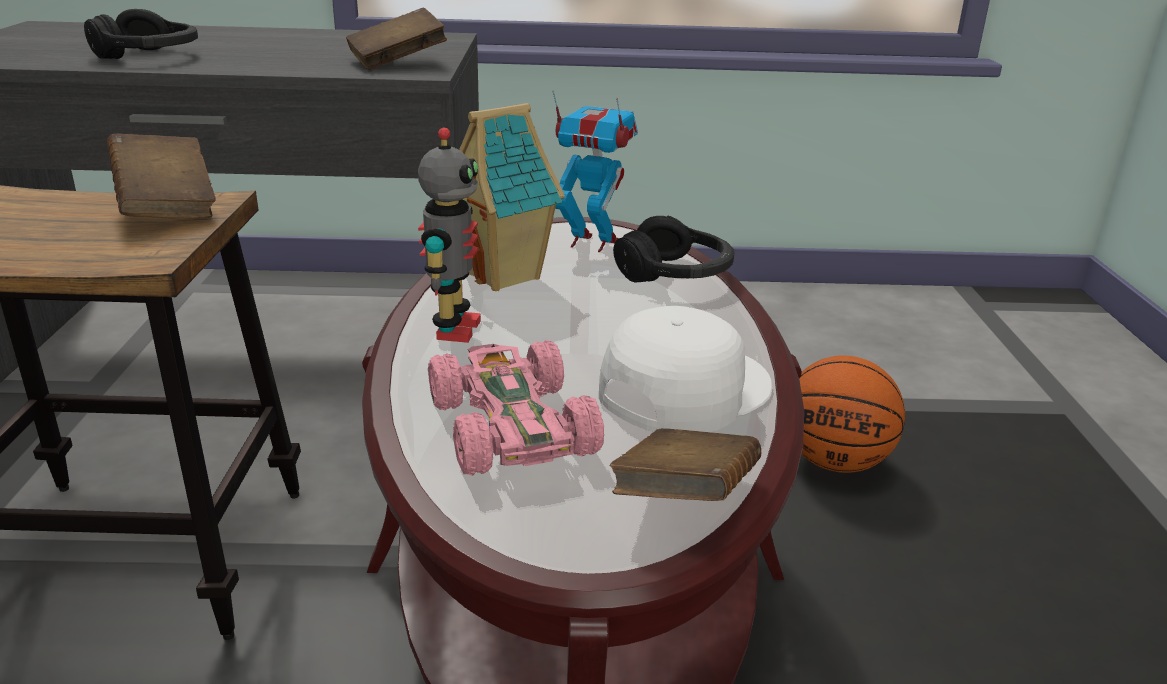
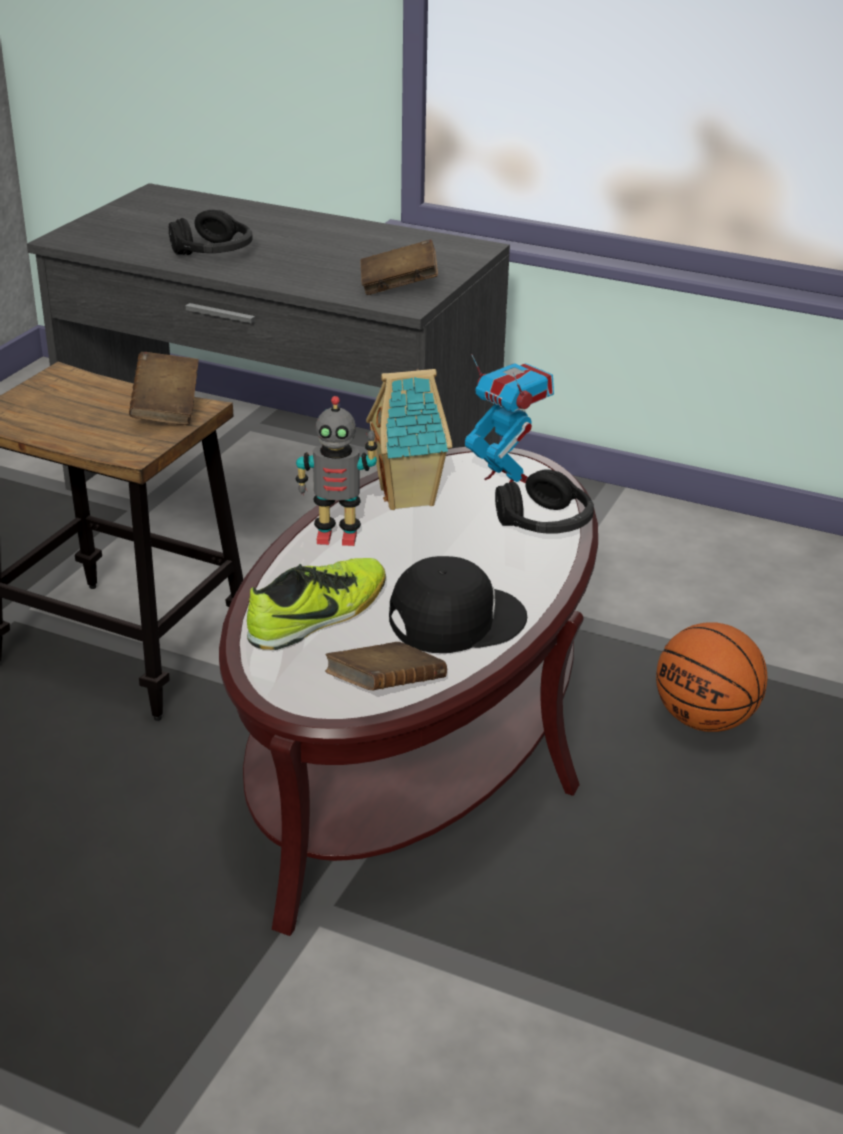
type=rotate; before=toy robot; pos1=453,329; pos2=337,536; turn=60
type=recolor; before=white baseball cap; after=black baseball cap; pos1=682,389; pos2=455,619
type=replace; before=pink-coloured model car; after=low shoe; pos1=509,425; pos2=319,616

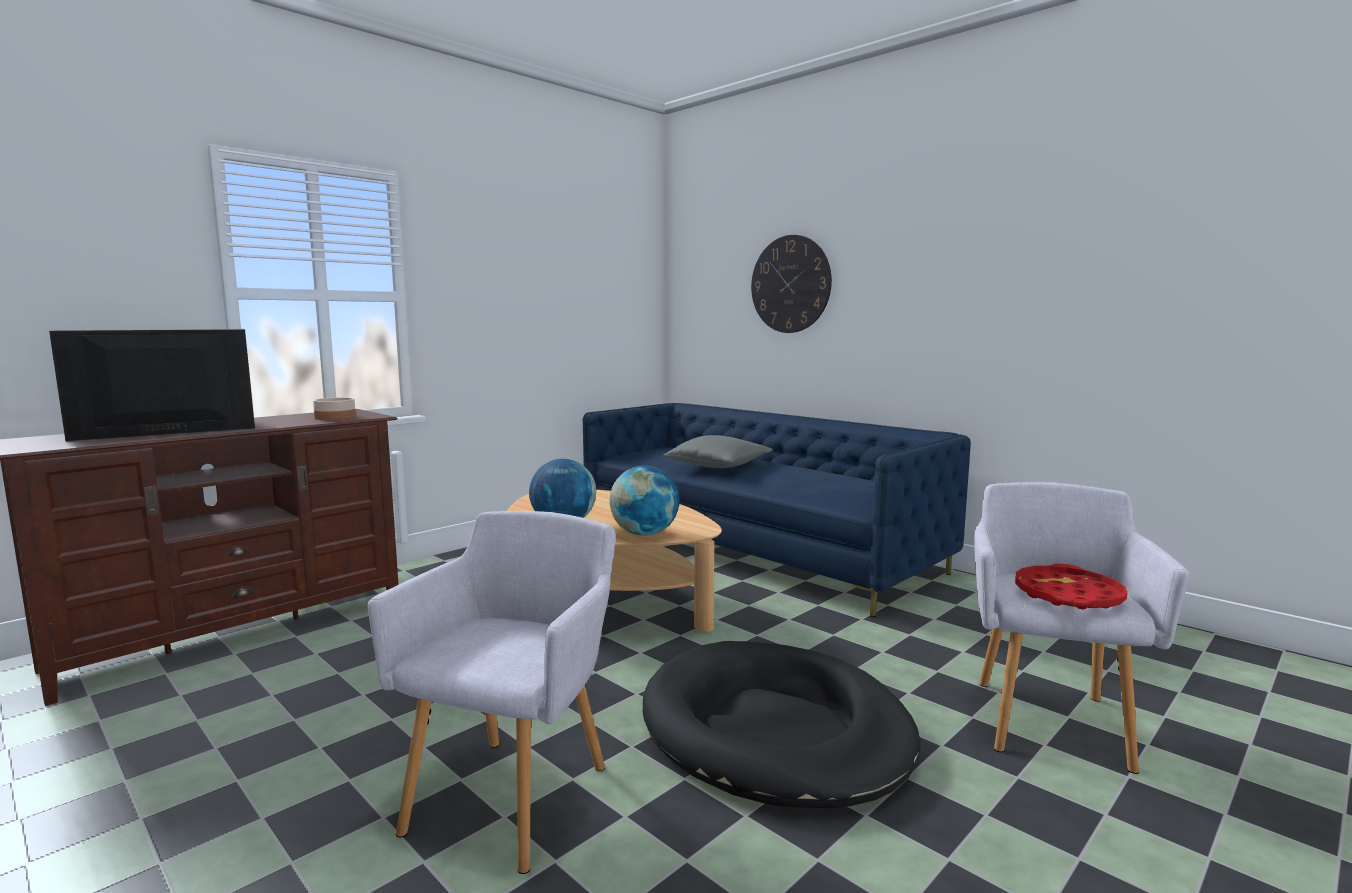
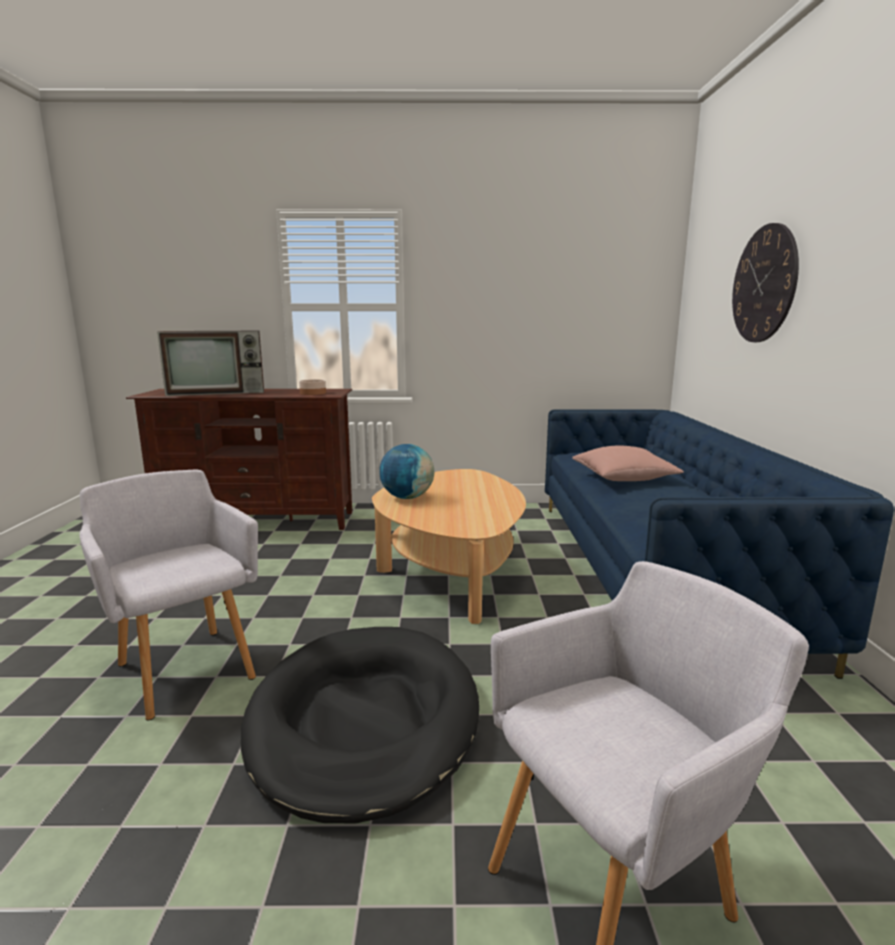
type=rotate; before=television; pos1=163,431; pos2=219,392; turn=150
type=recolor; before=gray cushion; after=pink-coloured cushion; pos1=718,465; pos2=623,478
type=delete; before=world globe; pos1=644,534
type=rotate; before=gray easy chair; pos1=515,792; pos2=184,666; turn=-105
type=delete; before=red carrying tray; pos1=1067,596

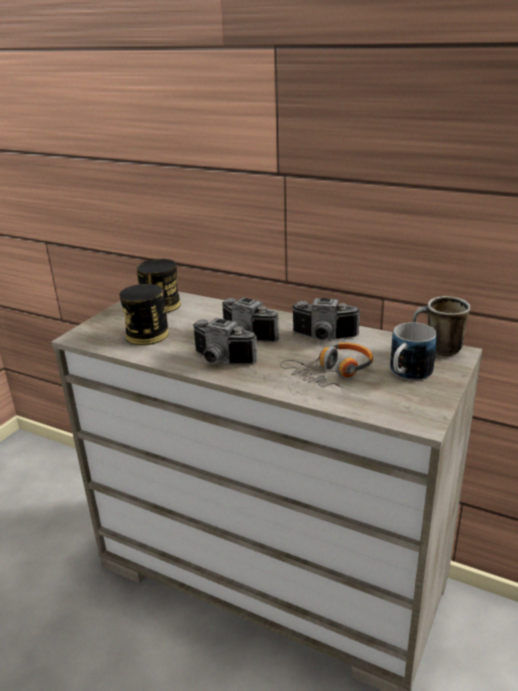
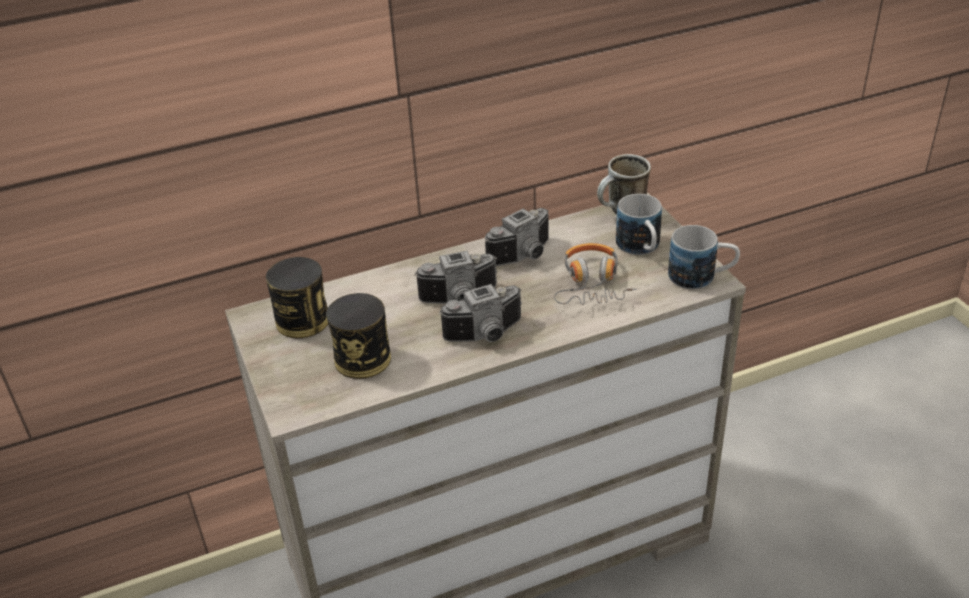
type=insert; after=mug; pos2=701,277

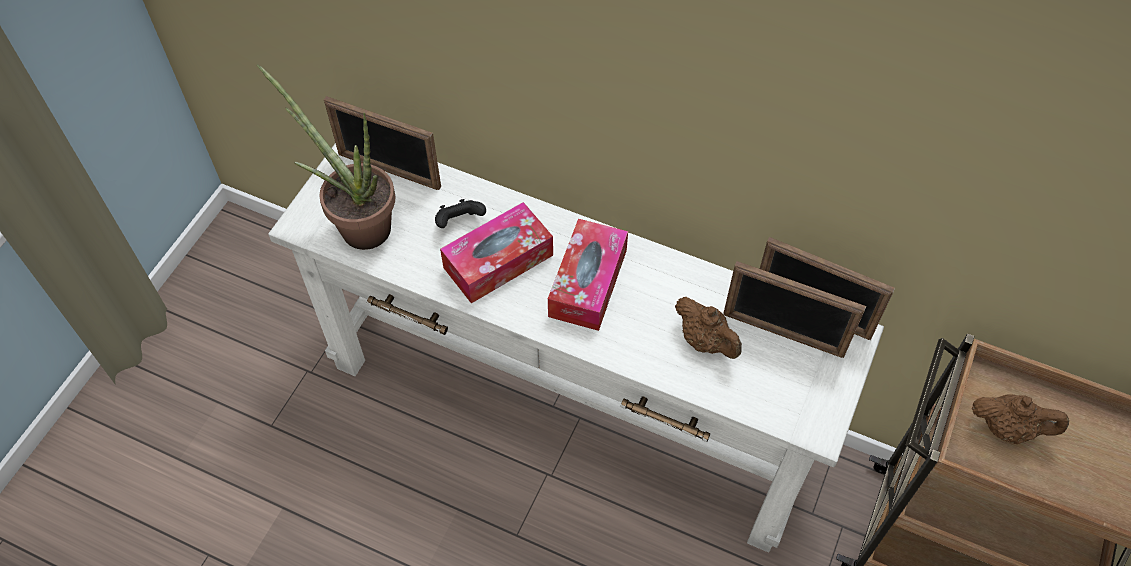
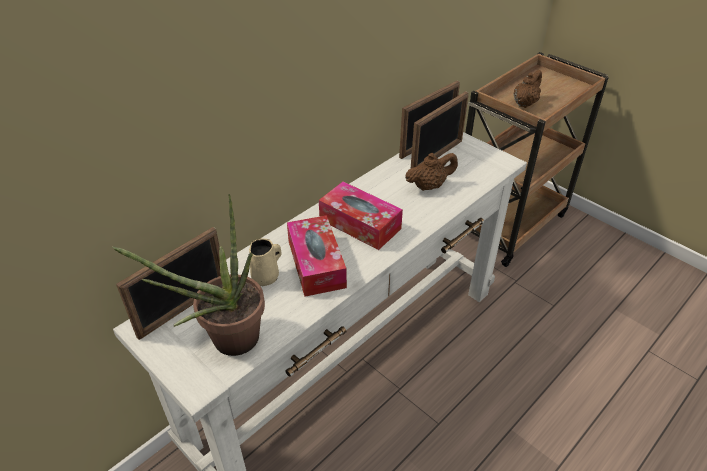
type=replace; before=black game controller; after=beige mug; pos1=460,222; pos2=267,277

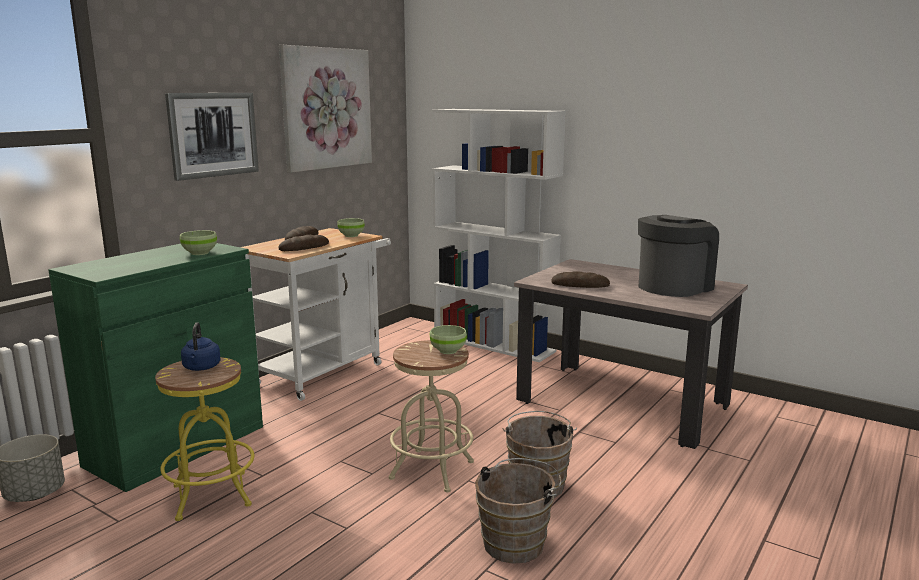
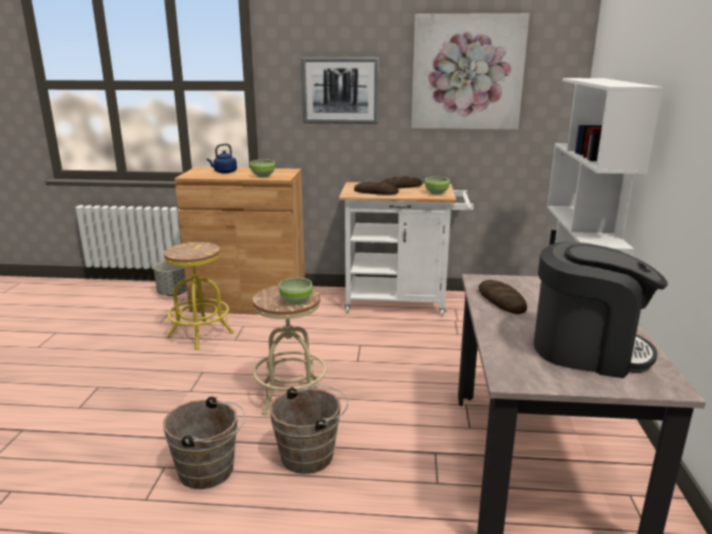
type=recolor; before=greenish storage cabinet; after=brown storage cabinet; pos1=176,446; pos2=249,302
type=move; before=blue-coloured tea kettle; pos1=201,368; pos2=224,172

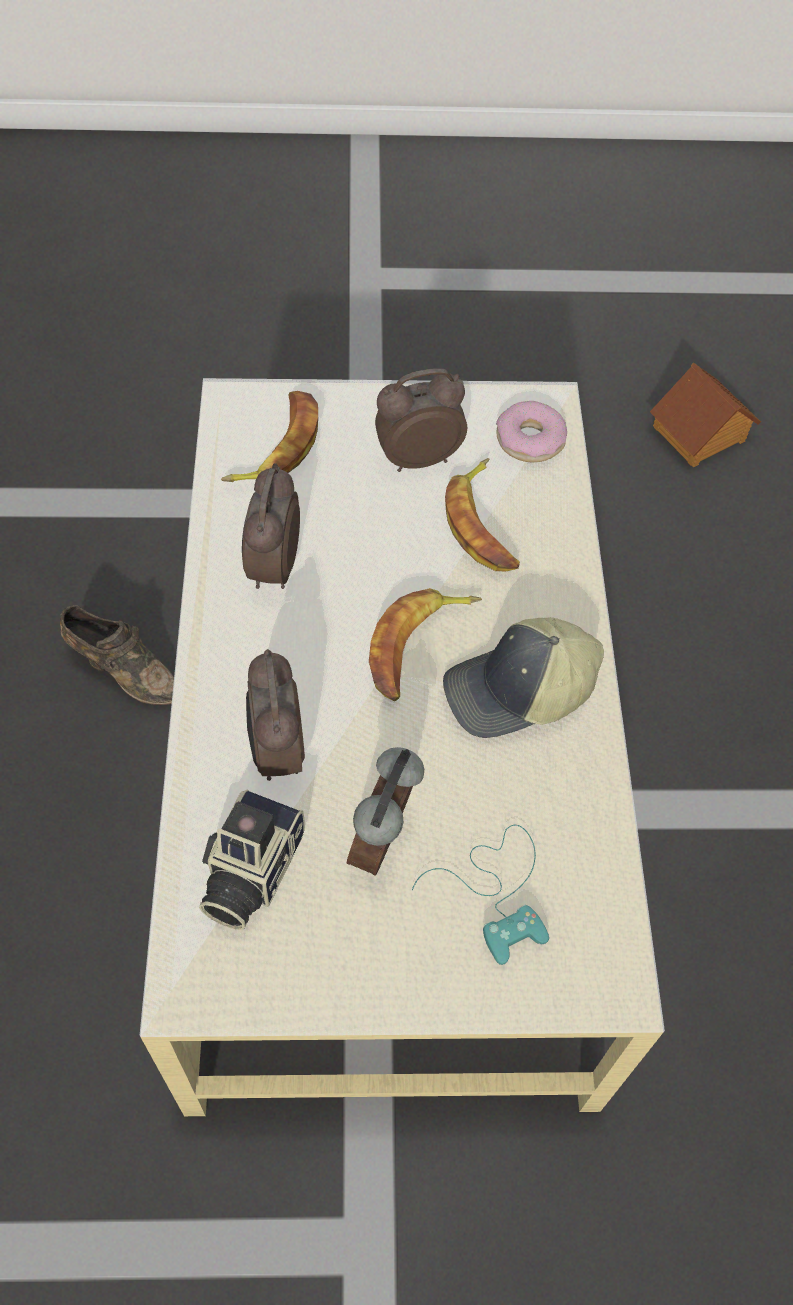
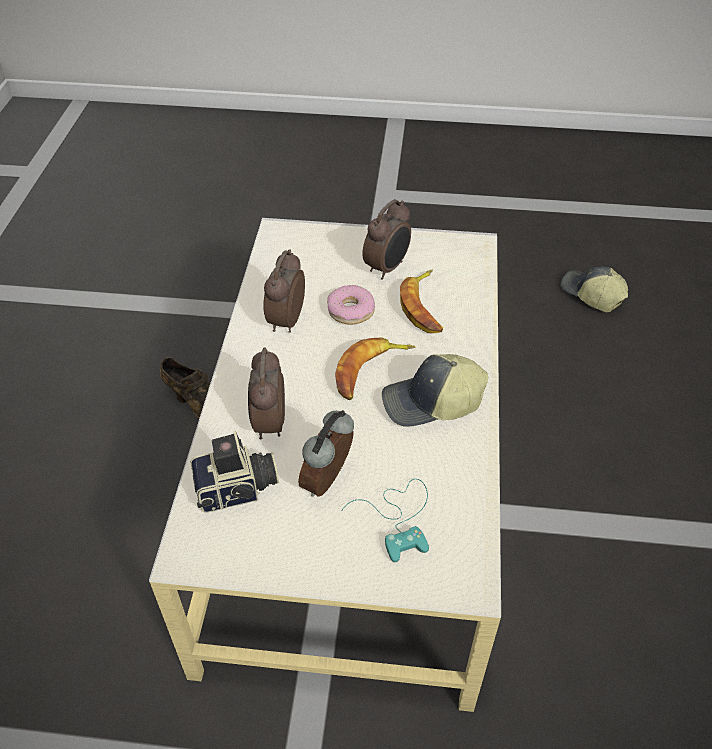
type=replace; before=toy house; after=baseball cap; pos1=699,434; pos2=591,295
type=rotate; before=alarm clock; pos1=417,458; pos2=387,268; turn=135
type=delete; before=banana; pos1=277,446
type=move; before=donut; pos1=530,440; pos2=351,310
type=rotate; before=still camera; pos1=248,871; pos2=237,491; turn=-135

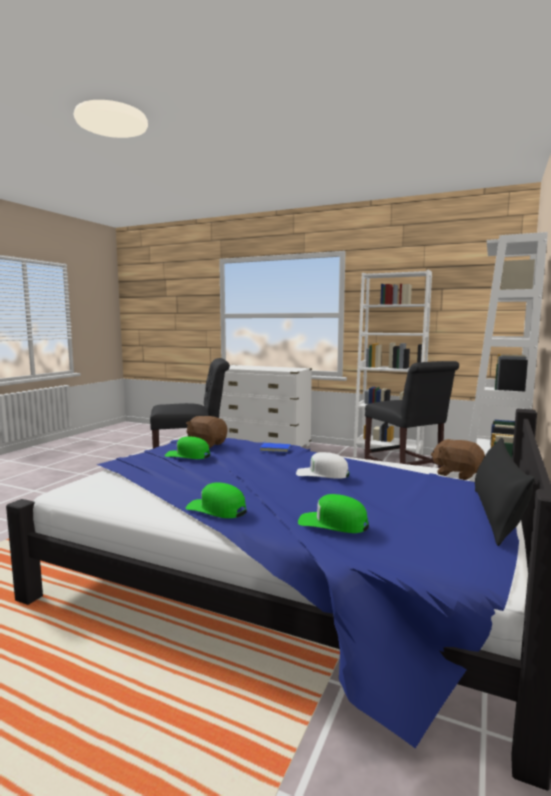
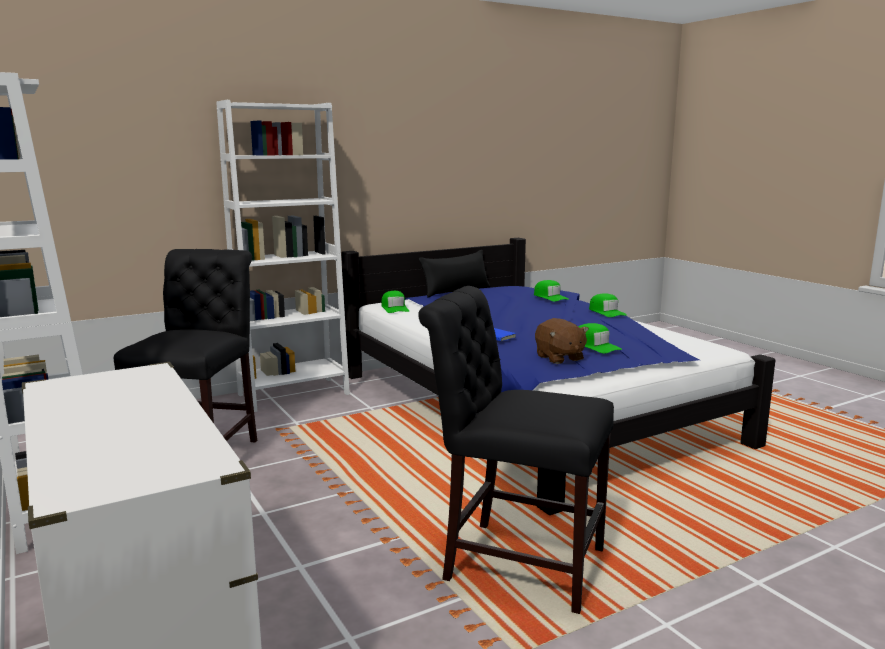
type=replace; before=brown plush toy; after=greenish baseball cap; pos1=457,474; pos2=394,308
type=delete; before=white baseball cap; pos1=322,474

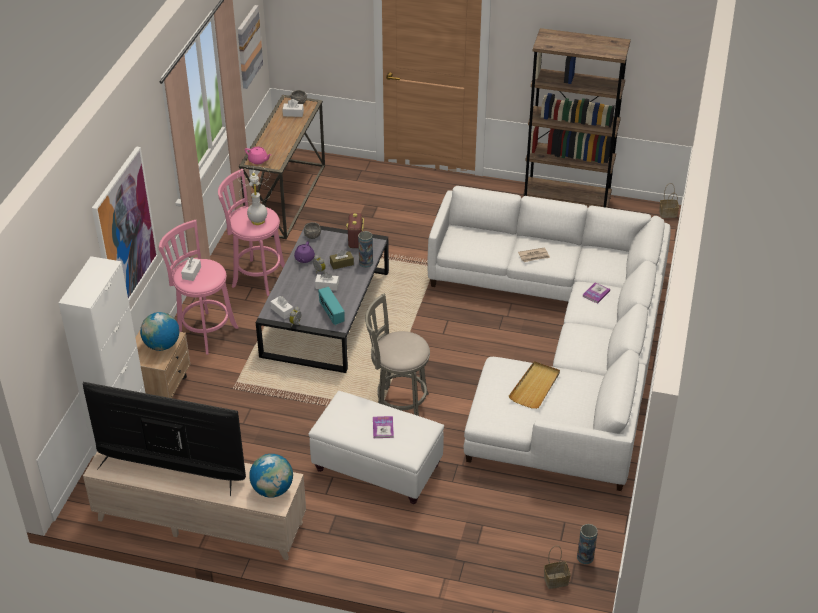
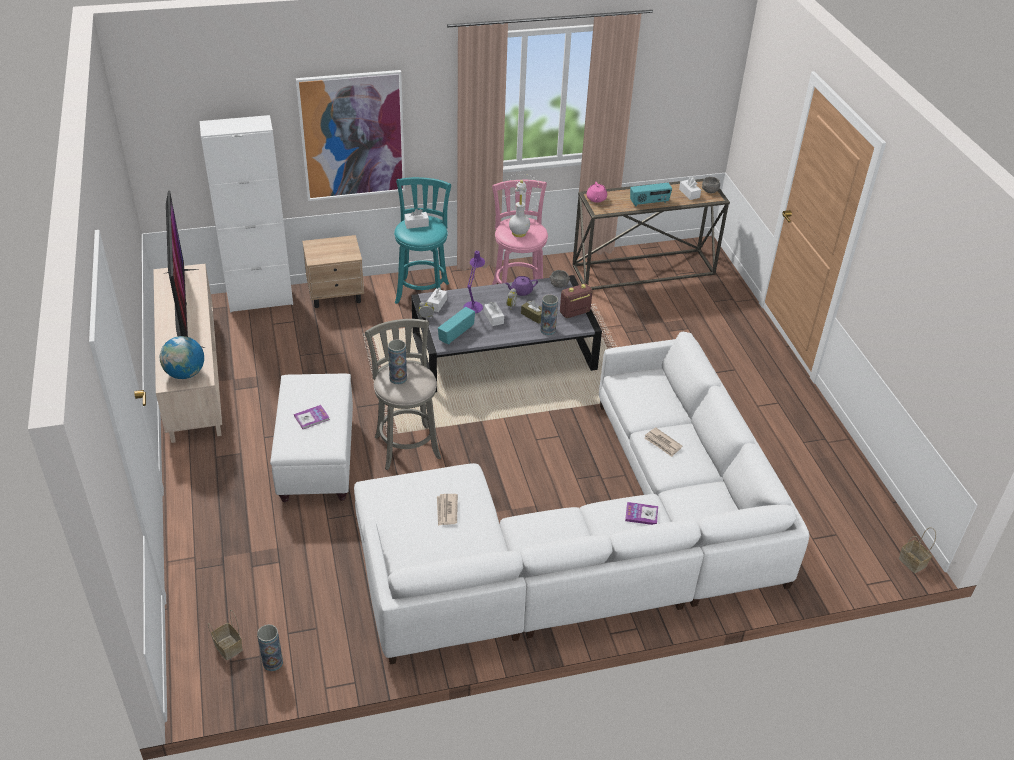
type=delete; before=wall picture; pos1=248,46
type=delete; before=brown shelving unit; pos1=566,201
type=recolor; before=pink-coloured stool; after=turquoise stool; pos1=204,331; pos2=422,291
type=delete; before=world globe; pos1=162,345
type=replace; before=beige carrying tray; after=daily paper; pos1=535,387; pos2=446,511
type=insert; after=radio set; pos2=649,203
type=insert; after=purple-coloured lamp for a table; pos2=474,305
type=insert; after=flower vase; pos2=398,378

